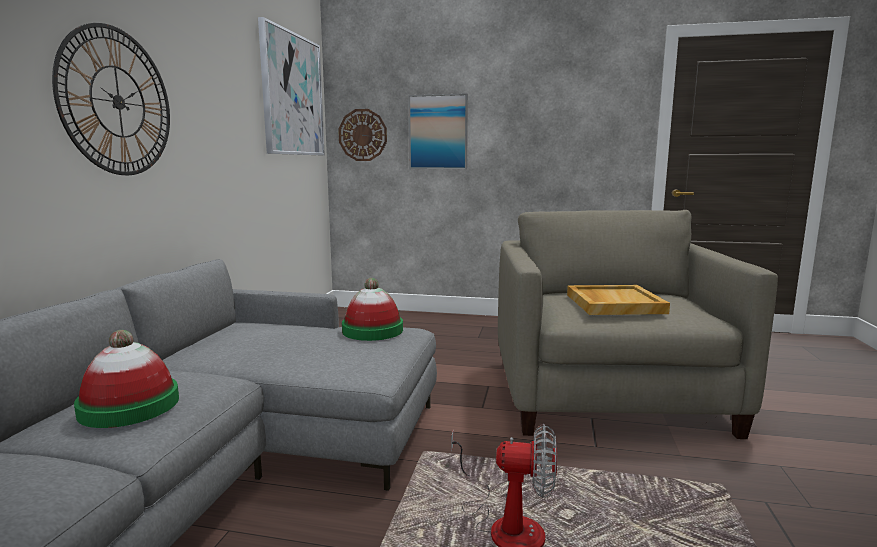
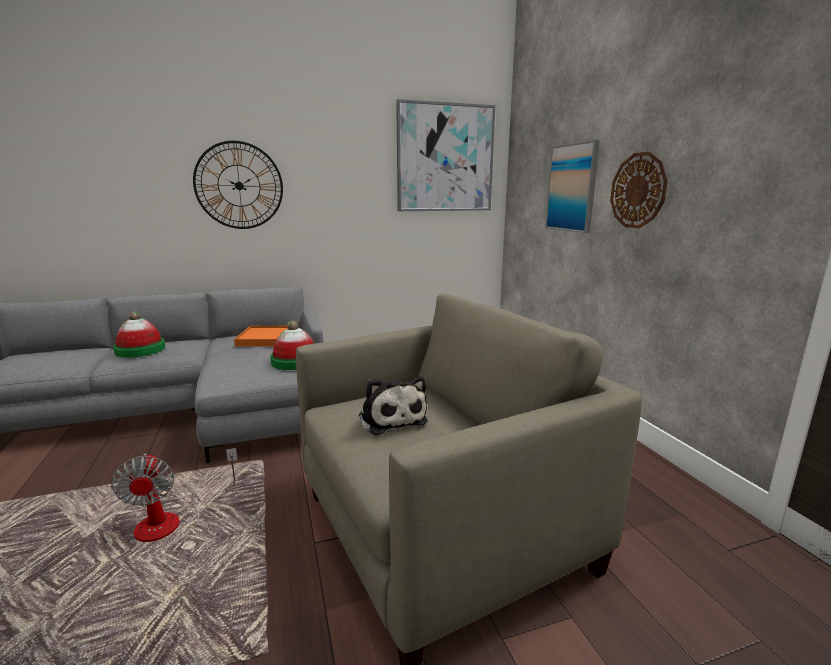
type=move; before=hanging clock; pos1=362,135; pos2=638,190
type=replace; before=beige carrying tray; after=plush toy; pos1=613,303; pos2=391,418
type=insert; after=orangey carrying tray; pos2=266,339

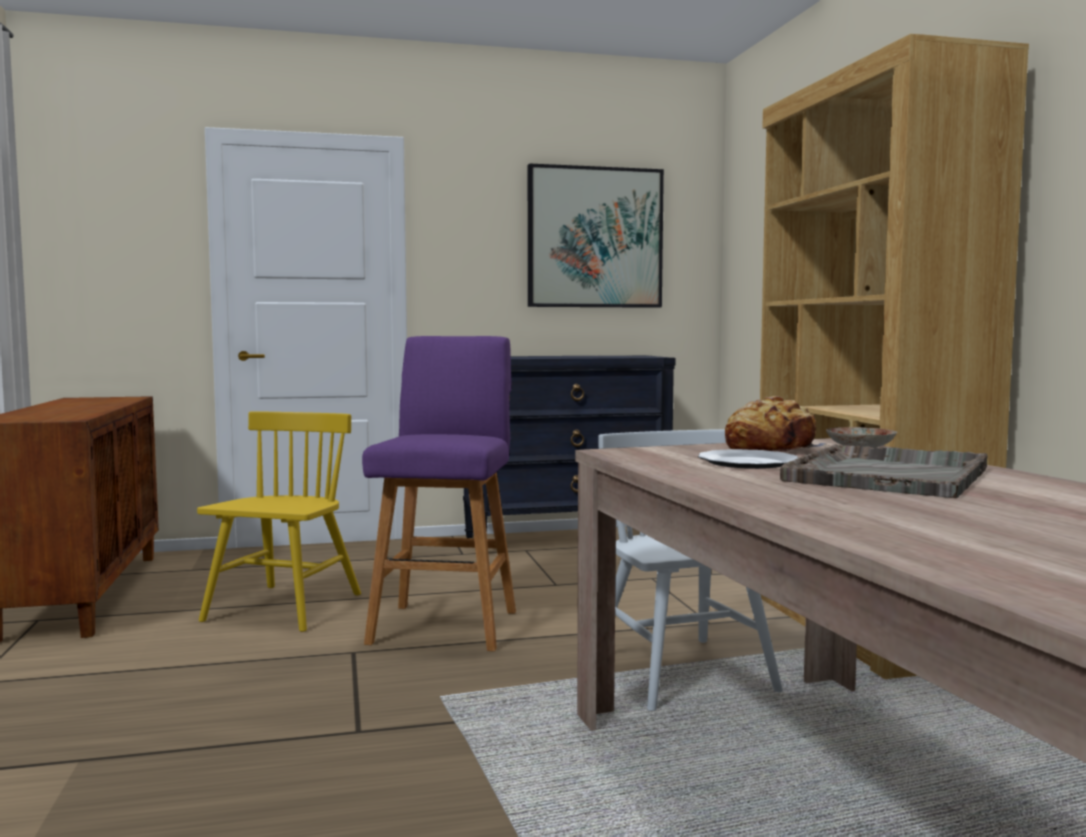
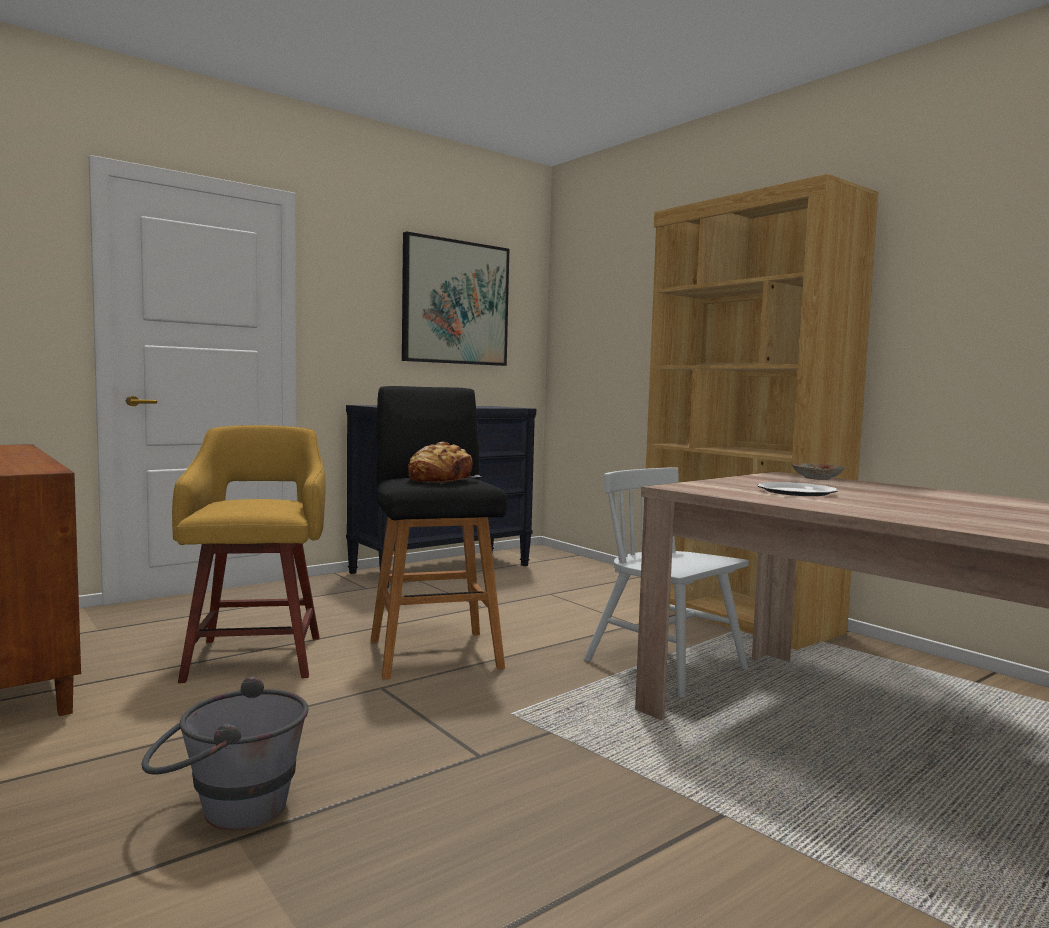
type=recolor; before=purple-coloured stool; after=black stool; pos1=445,625; pos2=434,652
type=move; before=bread; pos1=771,448; pos2=441,479
type=replace; before=yellowish upright chair; after=yellowish stool; pos1=284,608; pos2=256,656
type=delete; before=gray carrying tray; pos1=888,475
type=insert; after=gray pail; pos2=227,809

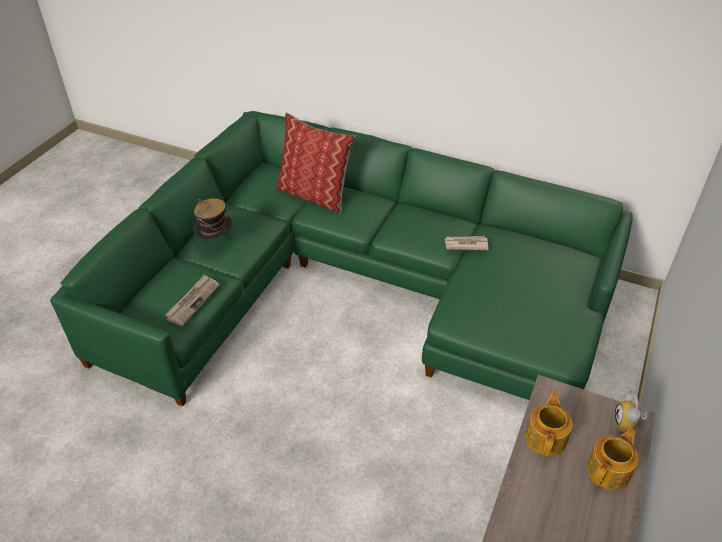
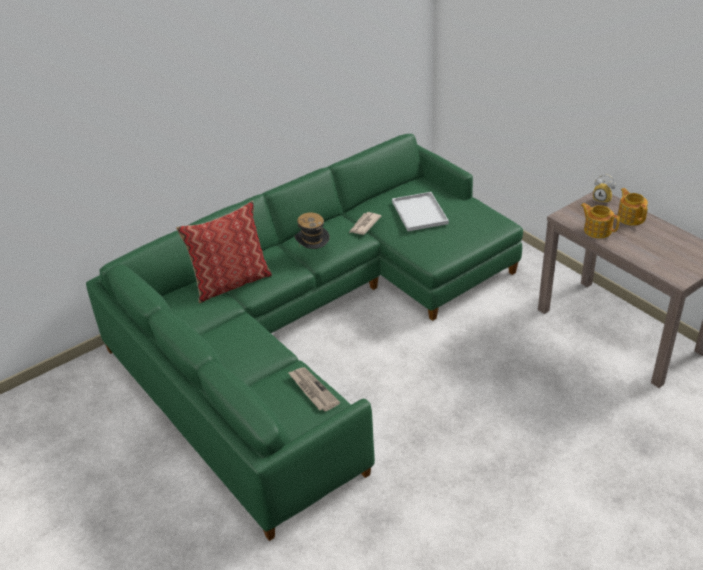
type=move; before=hat; pos1=216,243; pos2=313,253
type=insert; after=white carrying tray; pos2=420,213

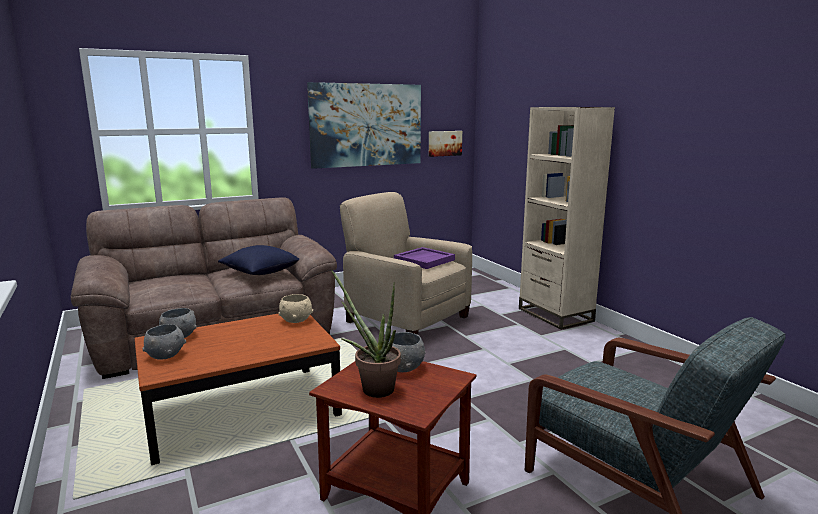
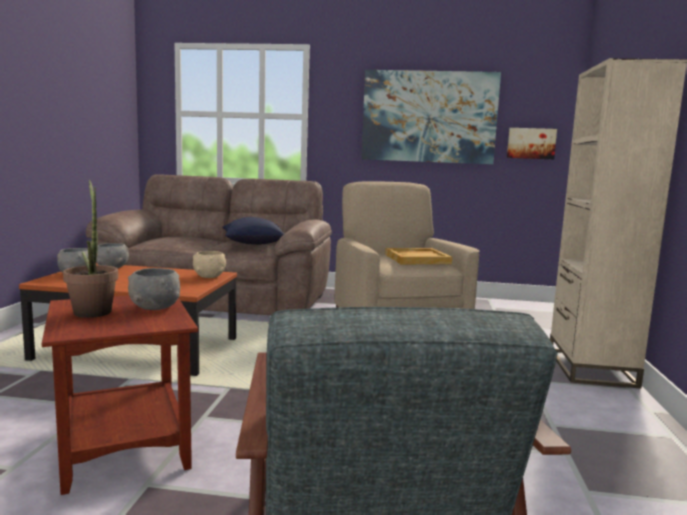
type=recolor; before=purple-coloured carrying tray; after=beige carrying tray; pos1=424,260; pos2=417,259

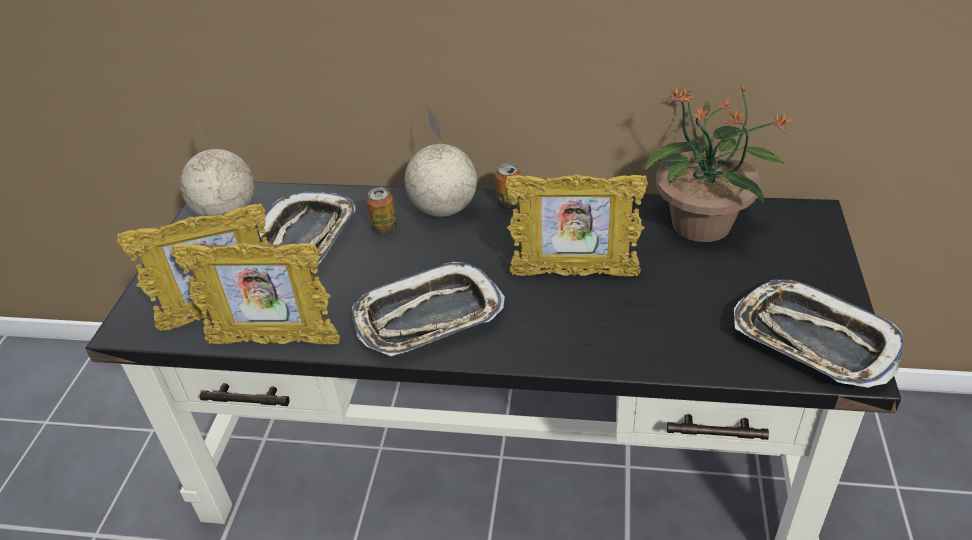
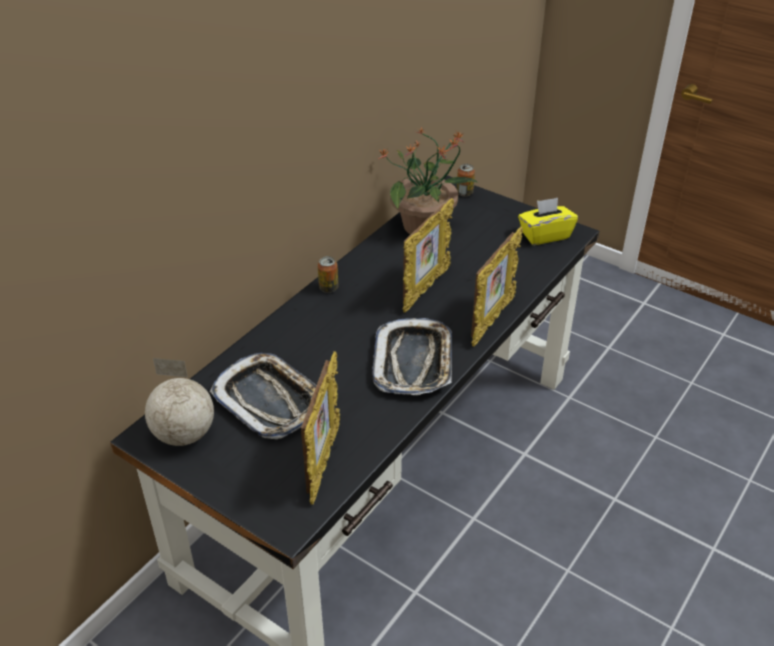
type=delete; before=world globe; pos1=443,210
type=move; before=can; pos1=384,229; pos2=464,193
type=move; before=standing frame; pos1=274,342; pos2=492,321
type=replace; before=carrying tray; after=yellowish tissue holder; pos1=812,340; pos2=545,235

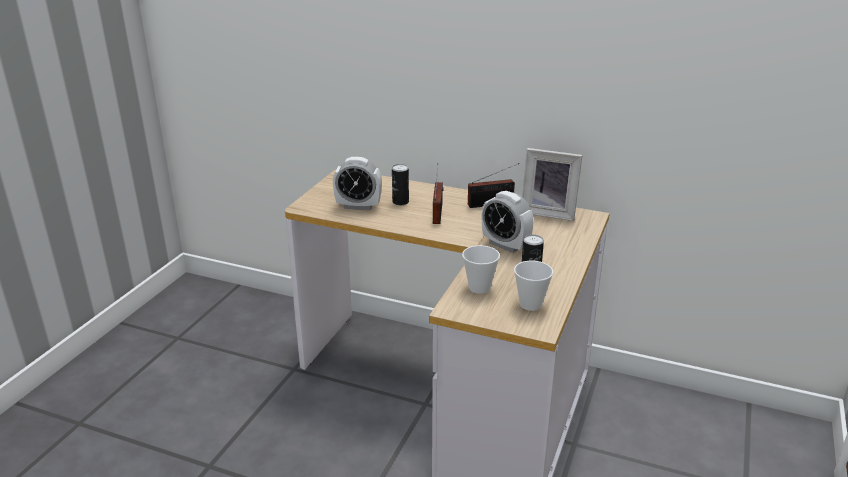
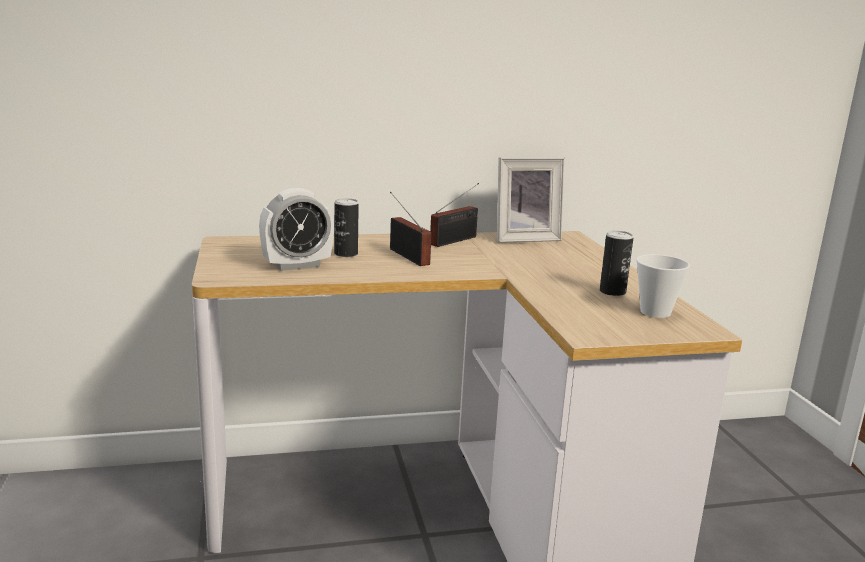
type=delete; before=alarm clock; pos1=505,245
type=delete; before=small cup; pos1=479,287

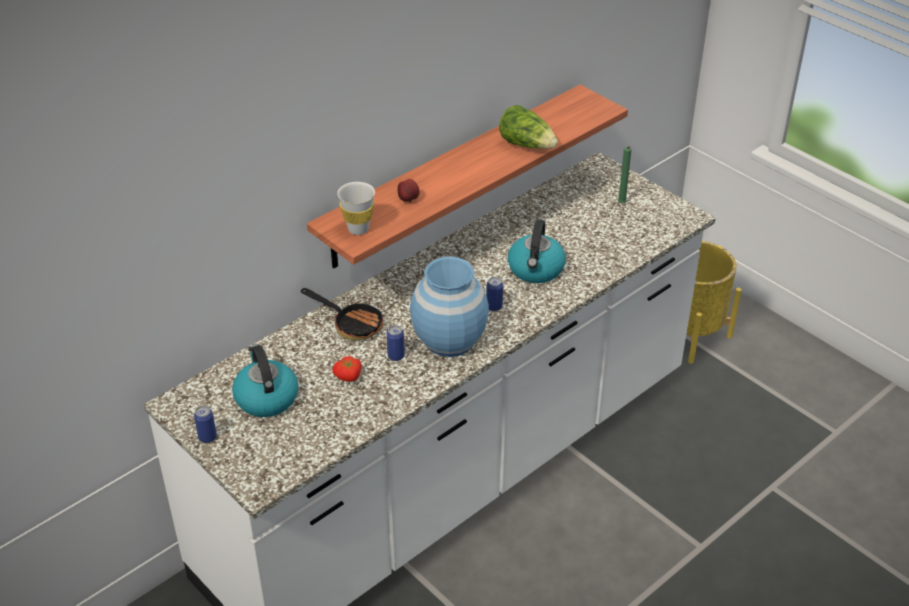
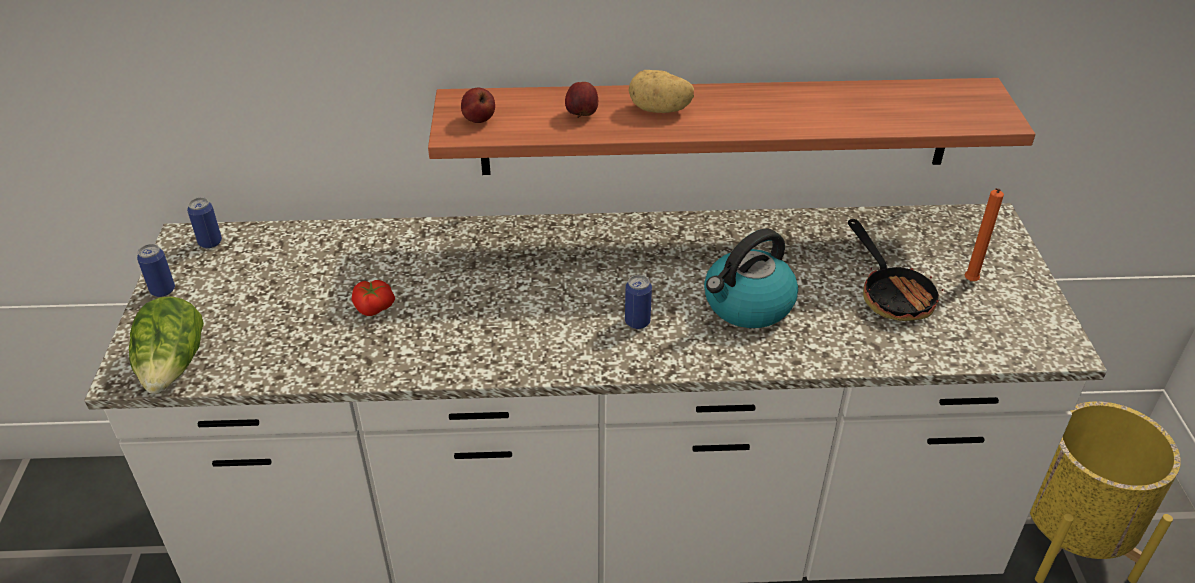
type=move; before=head of lettuce; pos1=527,145; pos2=173,367
type=recolor; before=greenish wax candle; after=orangey wax candle; pos1=621,204; pos2=969,282
type=replace; before=white small cup; after=whole apple; pos1=358,229; pos2=478,120
type=delete; before=blue-coloured flower vase; pos1=449,339
type=move; before=skillet; pos1=352,323; pos2=892,293
type=move; before=can; pos1=396,356; pos2=210,242
type=delete; before=tea kettle; pos1=266,397
type=insert; after=whole potato; pos2=659,110

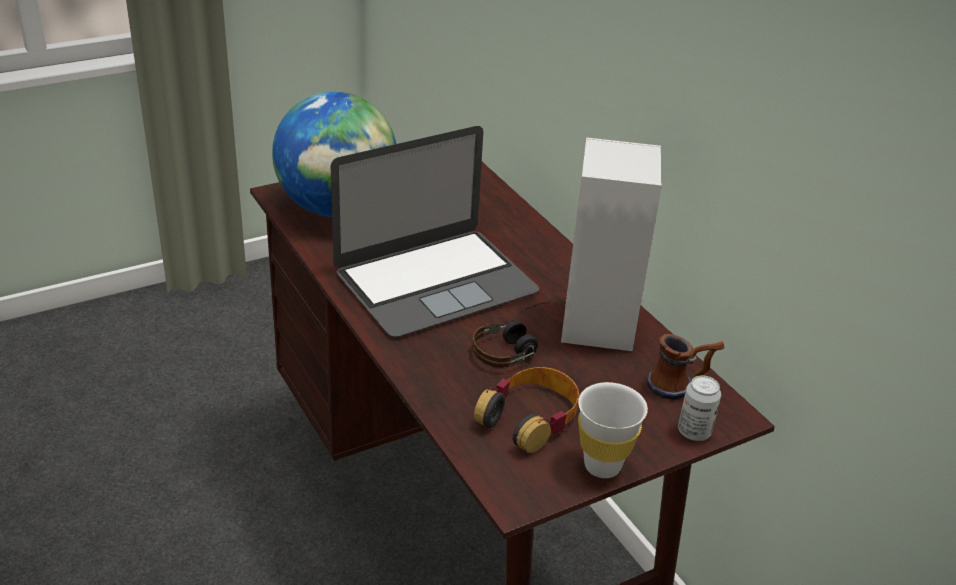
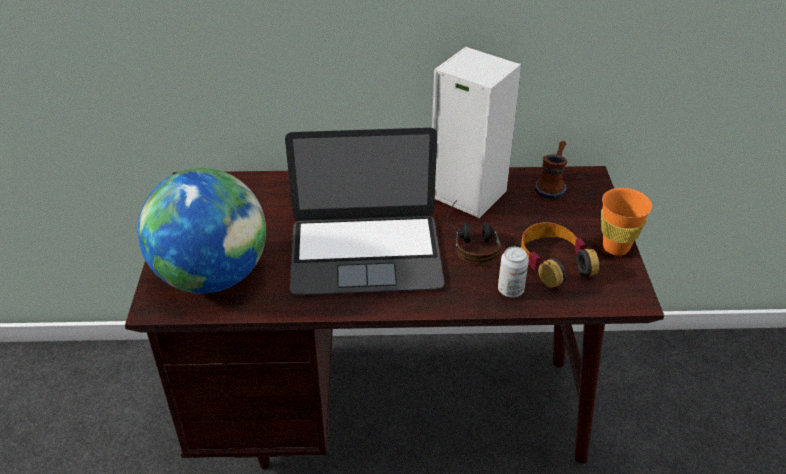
type=rotate; before=portable computer; pos1=435,281; pos2=365,253; turn=90
type=move; before=can; pos1=694,432; pos2=510,290
type=recolor; before=white small cup; after=orangey small cup; pos1=602,466; pos2=616,247

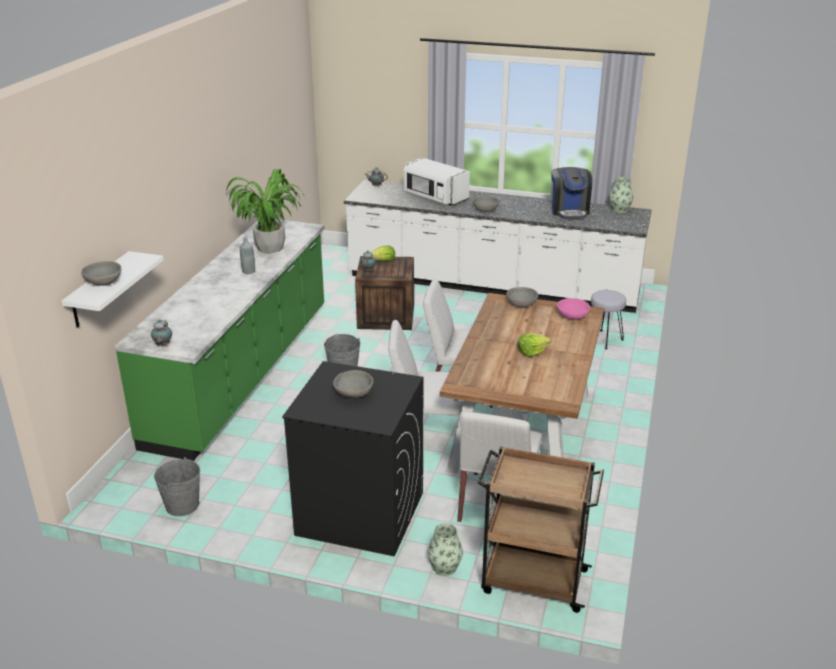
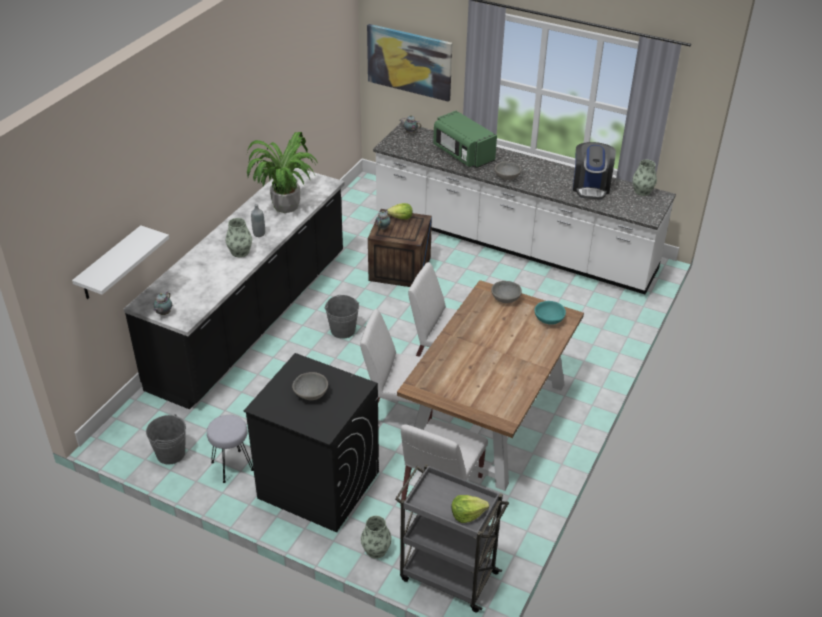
type=recolor; before=white microwave; after=greenish microwave; pos1=435,197; pos2=462,154
type=recolor; before=greenish counter; after=black counter; pos1=243,373; pos2=252,319
type=delete; before=gray deep dish; pos1=104,282
type=move; before=gray stool; pos1=604,340; pos2=232,466
type=recolor; before=pink-coloured deep dish; after=turquoise deep dish; pos1=572,316; pos2=549,320
type=move; before=head of lettuce; pos1=531,352; pos2=467,514
type=recolor; before=brown cart; after=gray cart; pos1=532,581; pos2=447,575
type=insert; after=wall picture; pos2=409,62
type=insert; after=flower vase; pos2=240,252

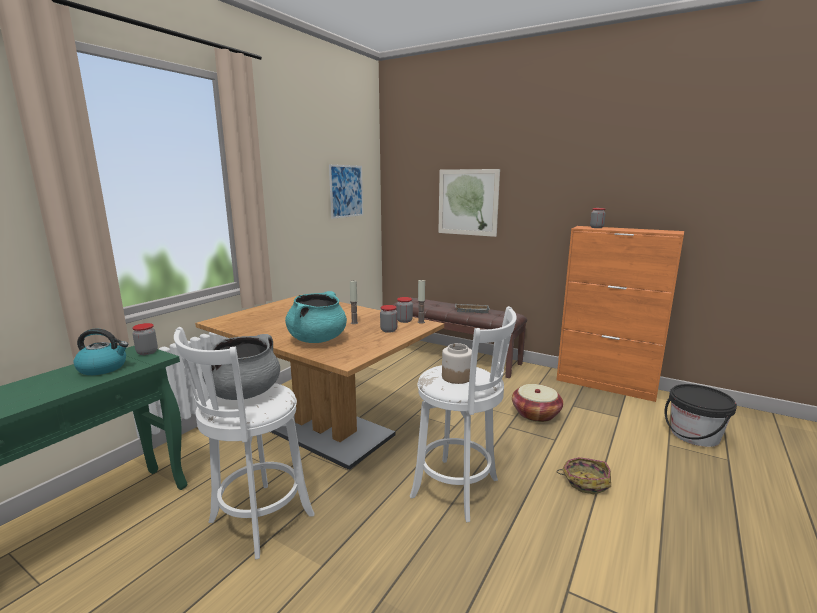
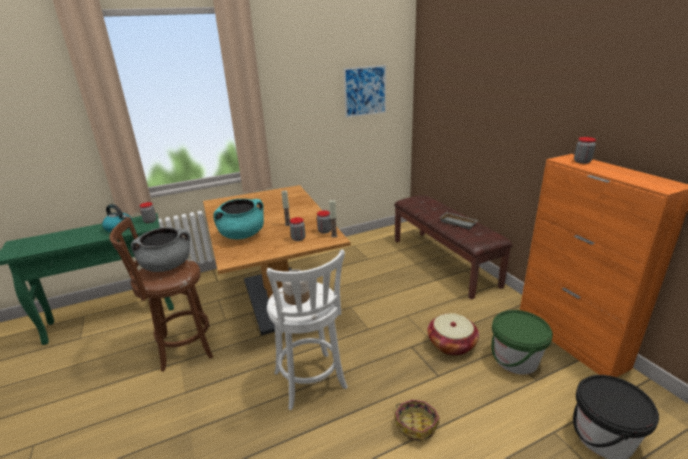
type=delete; before=wall picture; pos1=468,202
type=recolor; before=white stool; after=brown stool; pos1=257,522; pos2=182,348
type=insert; after=greenish pail; pos2=515,359

